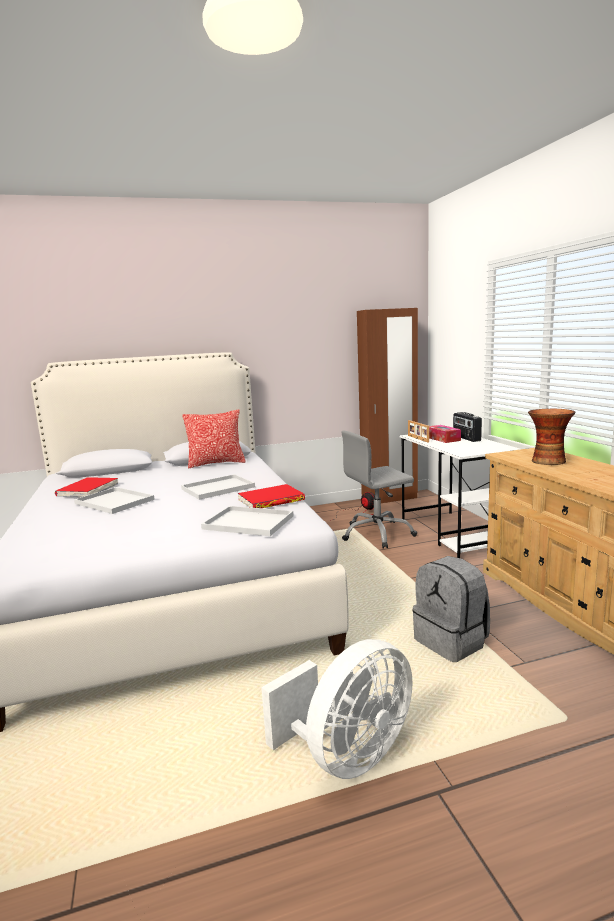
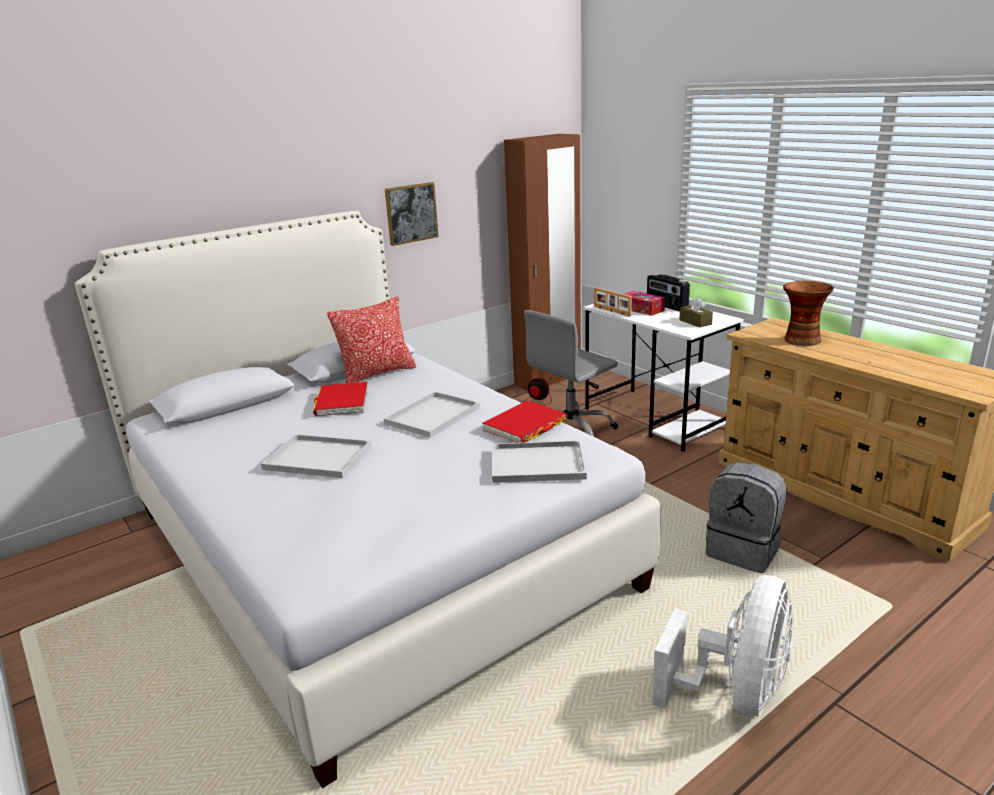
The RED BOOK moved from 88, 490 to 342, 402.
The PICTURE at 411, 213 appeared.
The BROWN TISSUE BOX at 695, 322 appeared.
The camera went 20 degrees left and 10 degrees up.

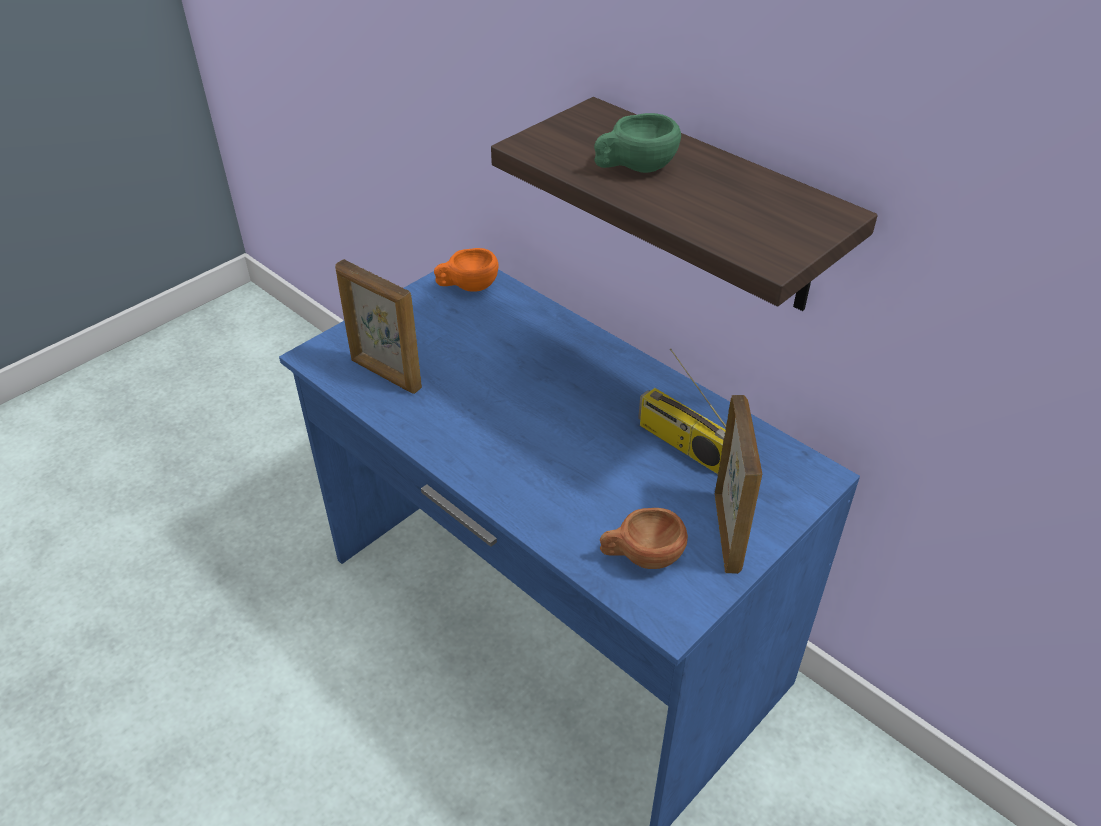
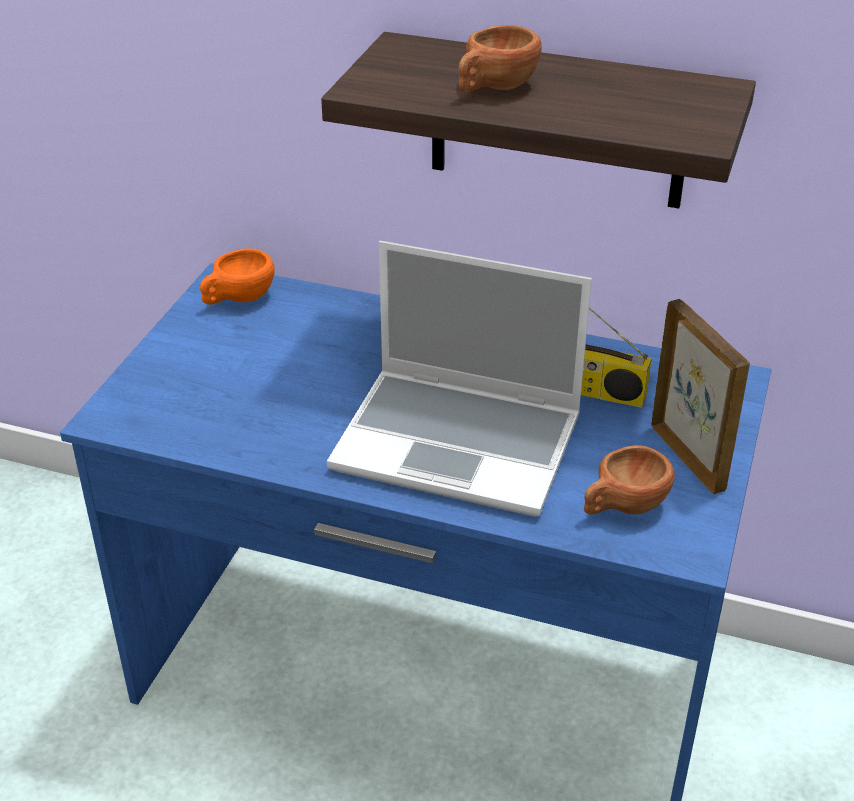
The LAPTOP at 461, 443 appeared.
The GREEN CUP at 634, 168 became the BROWN CUP at 494, 88.
The PICTURE FRAME at 385, 374 disappeared.
The camera went 25 degrees left and 5 degrees down.

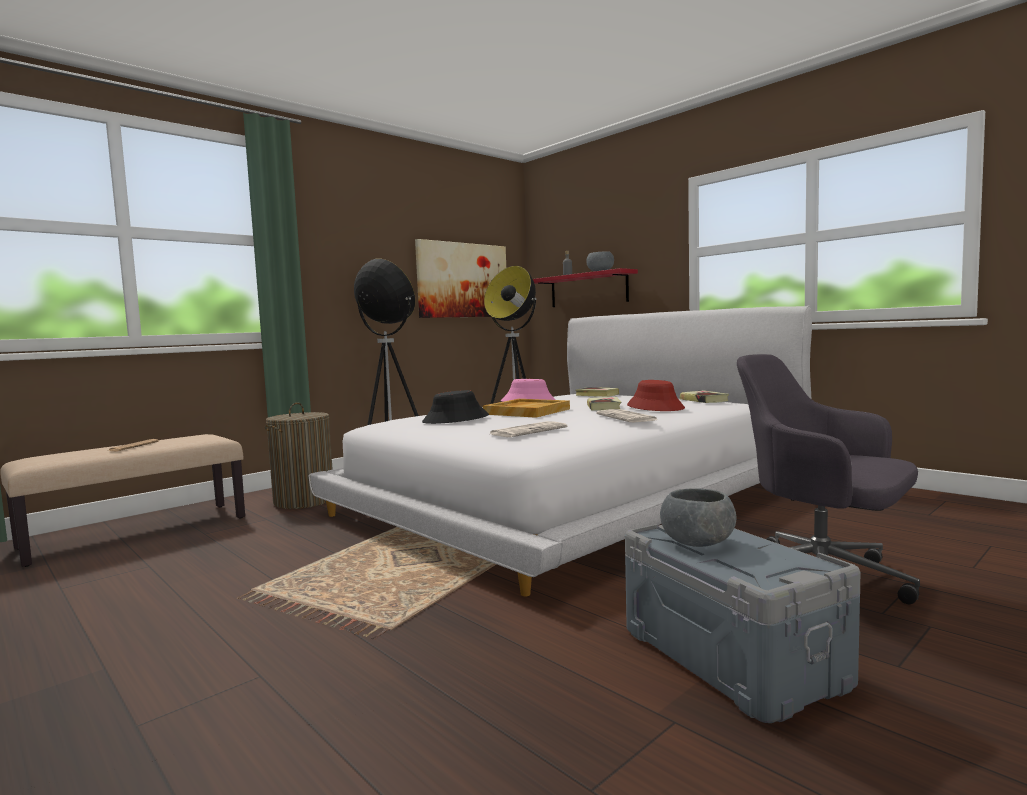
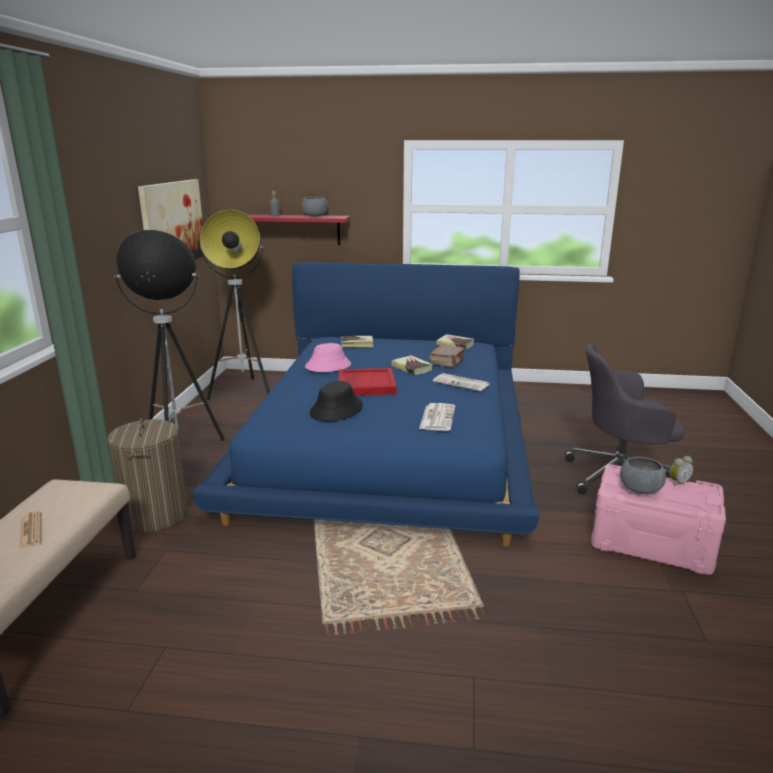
The WHITE BED at 572, 496 became the BLUE BED at 387, 442.
The BEIGE TRAY at 526, 411 became the RED TRAY at 366, 384.
The RED HAT at 655, 407 was replaced by the BROWN BOOK at 447, 362.
The GREY STORAGE BOX at 729, 657 became the PINK STORAGE BOX at 651, 544.
The ALARM CLOCK at 677, 482 appeared.
The camera went 40 degrees left and 15 degrees up.

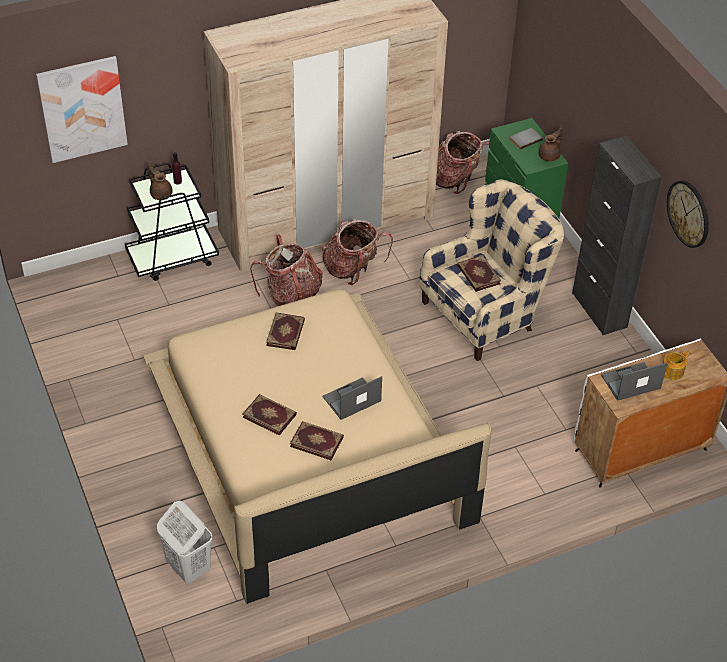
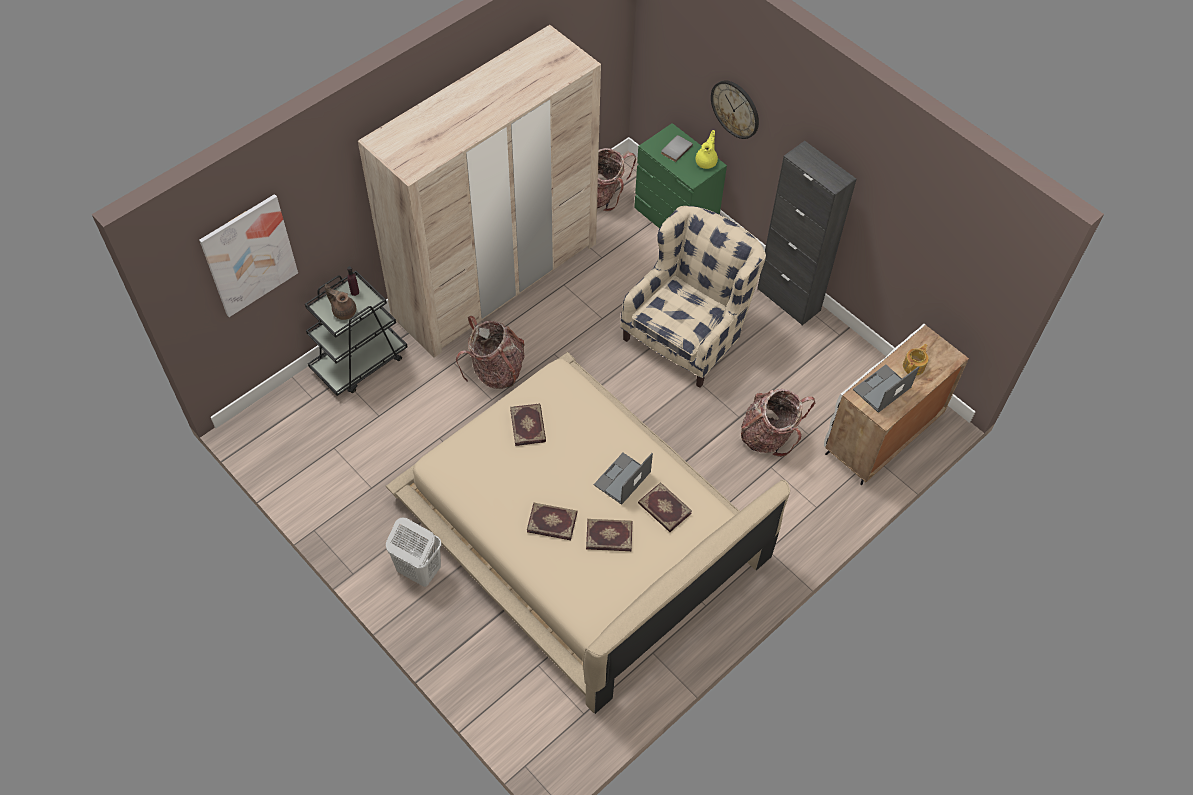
The WHITE LAUNDRY BASKET moved from 188, 567 to 418, 570.
The BOOK moved from 478, 275 to 664, 509.
The BROWN TEAPOT at 550, 156 became the YELLOW TEAPOT at 706, 161.
The WALL CLOCK moved from 688, 213 to 735, 109.
The BACKPACK moved from 353, 269 to 769, 435.
The camera went 20 degrees left and 10 degrees up.

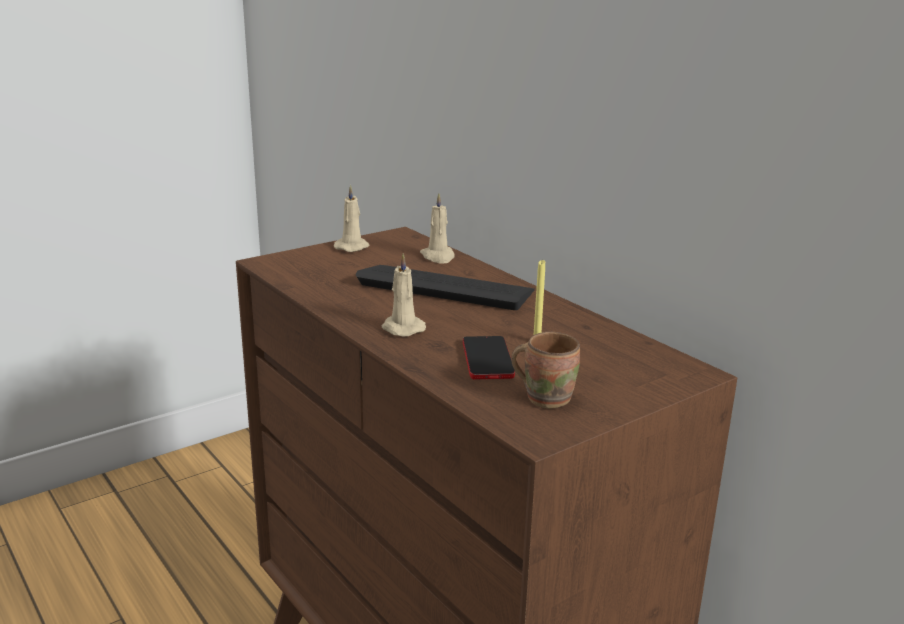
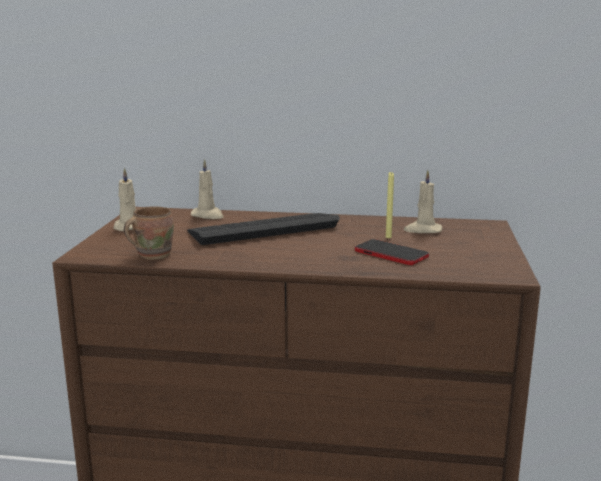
The BROWN MUG moved from 546, 397 to 151, 255.
The BEIGE CANDLE moved from 401, 328 to 422, 230.
The camera went 45 degrees left and 5 degrees down.

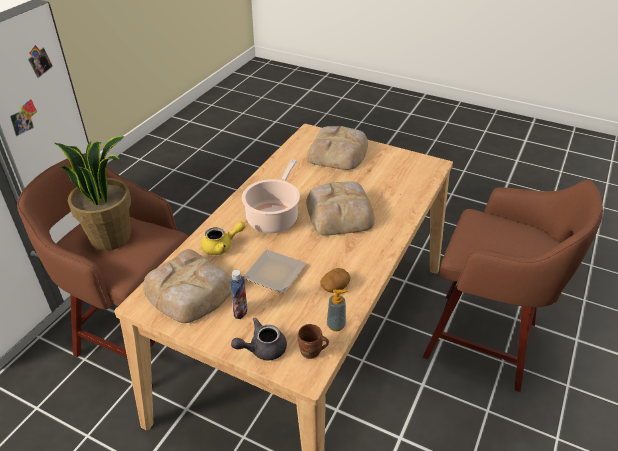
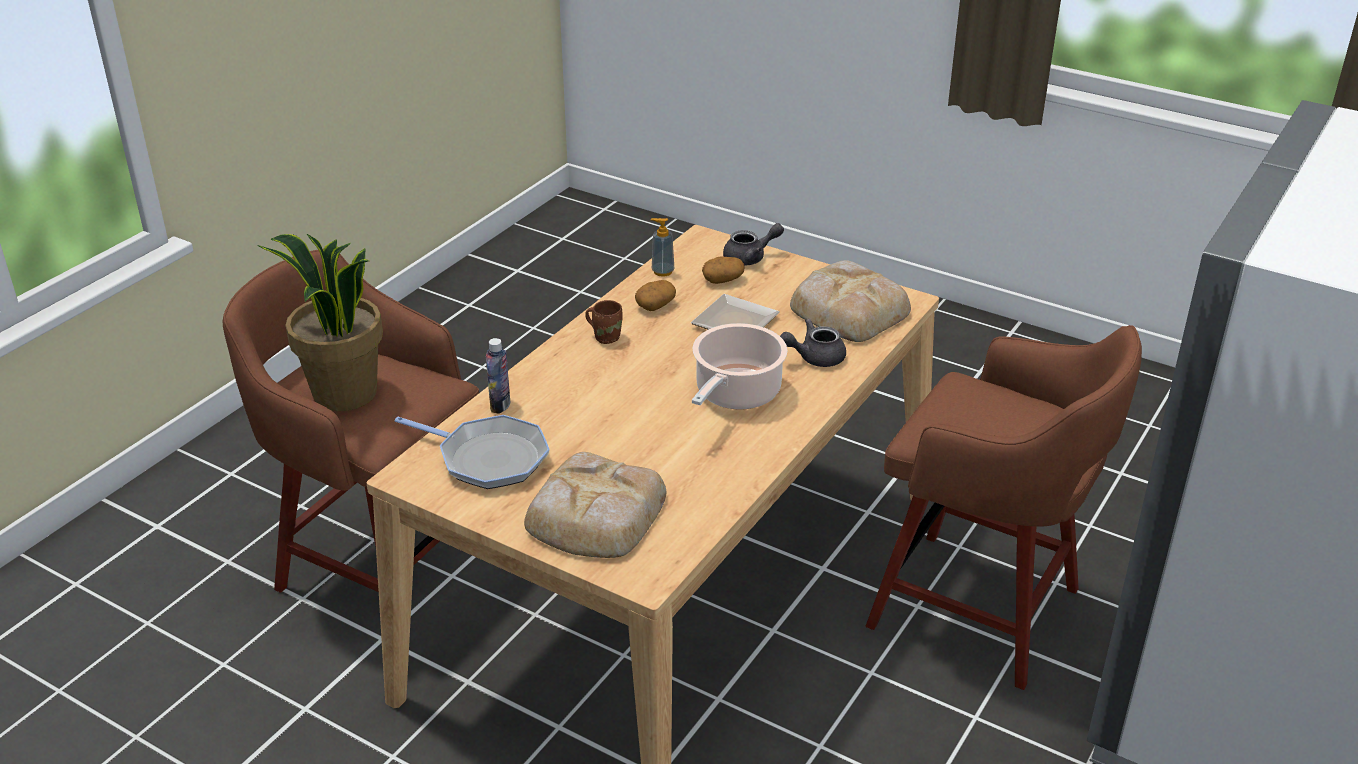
The POTTED PLANT moved from 111, 237 to 344, 394.
The FRYING PAN at 488, 458 appeared.
The BOTTLE moved from 240, 311 to 500, 405.
The BROWN MUG moved from 311, 352 to 606, 336.
The POTATO at 723, 279 appeared.
The YELLOW TEAPOT at 222, 246 became the GREY TEAPOT at 814, 357.
The BREAD at 340, 212 disappeared.
The camera went 175 degrees left and 5 degrees down.

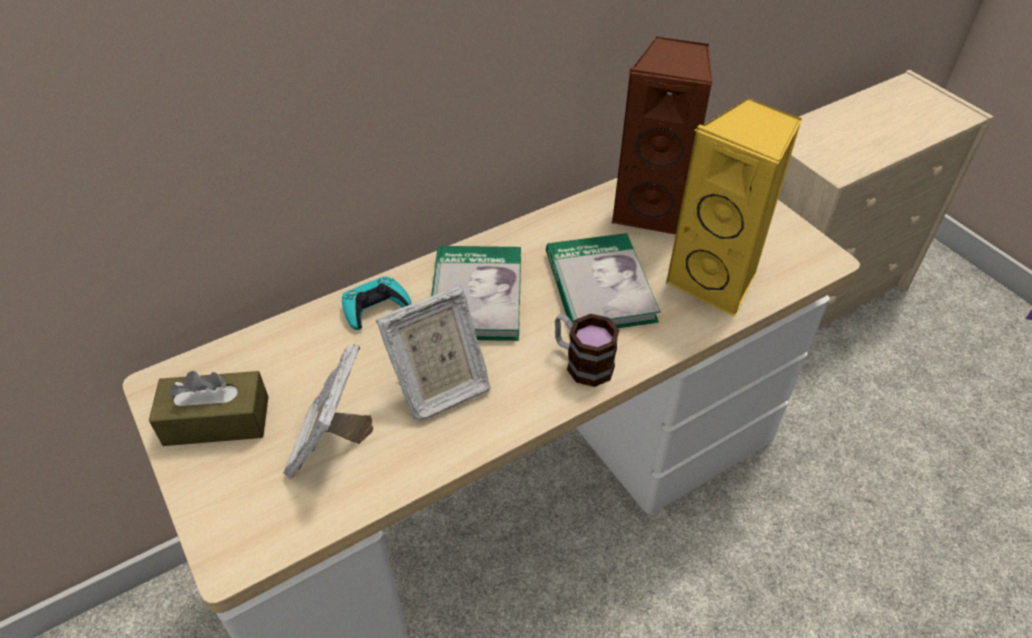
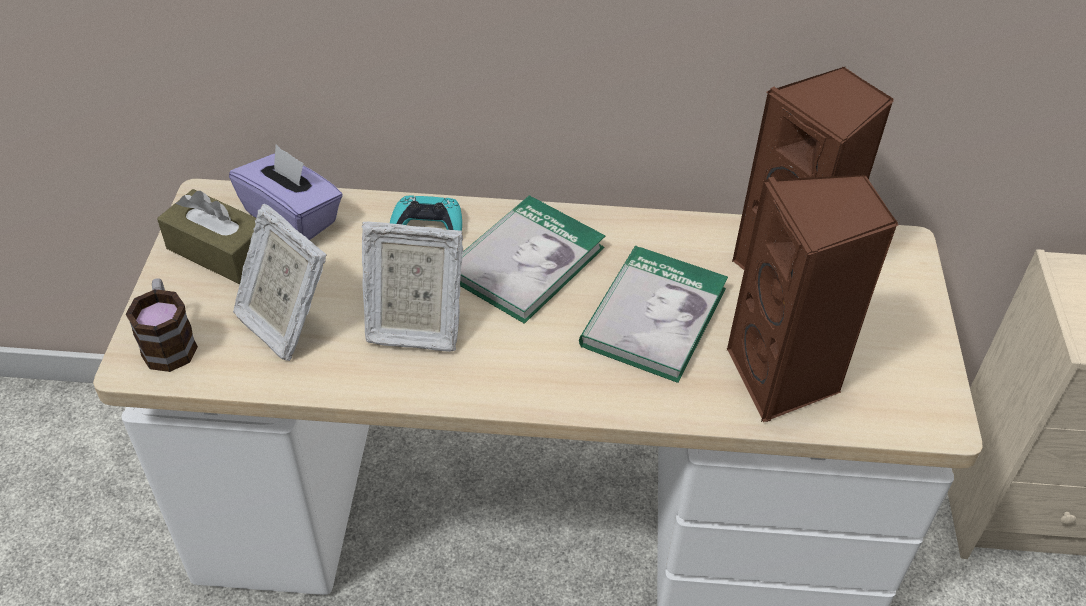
The MUG moved from 582, 362 to 169, 341.
The PURPLE TISSUE BOX at 292, 217 appeared.
The PICTURE FRAME at 331, 445 turned 90 degrees counterclockwise.
The YELLOW SPEAKER at 717, 282 became the BROWN SPEAKER at 784, 378.
The camera went 35 degrees right and 0 degrees up.

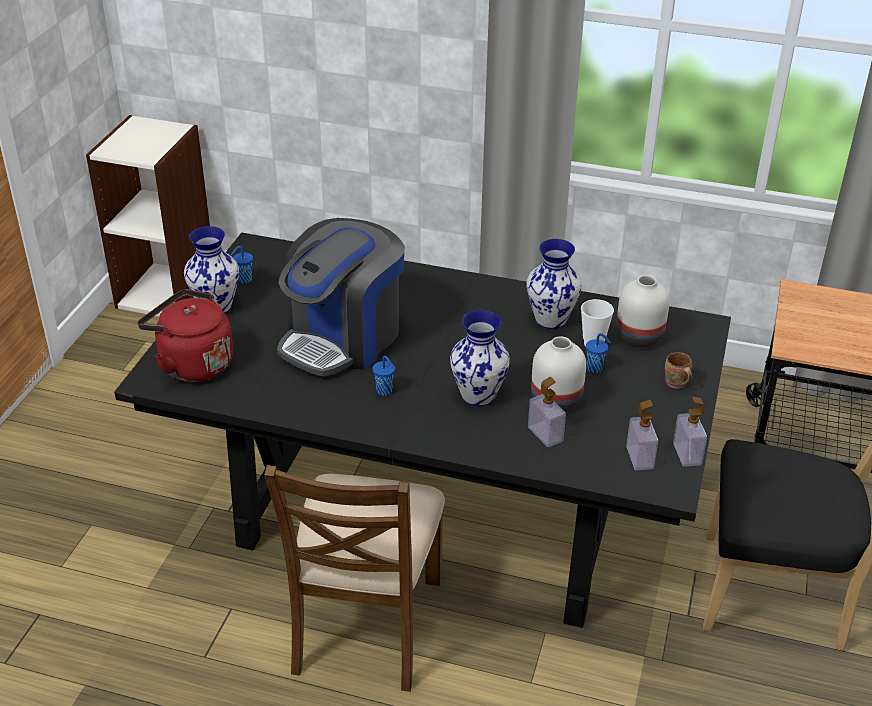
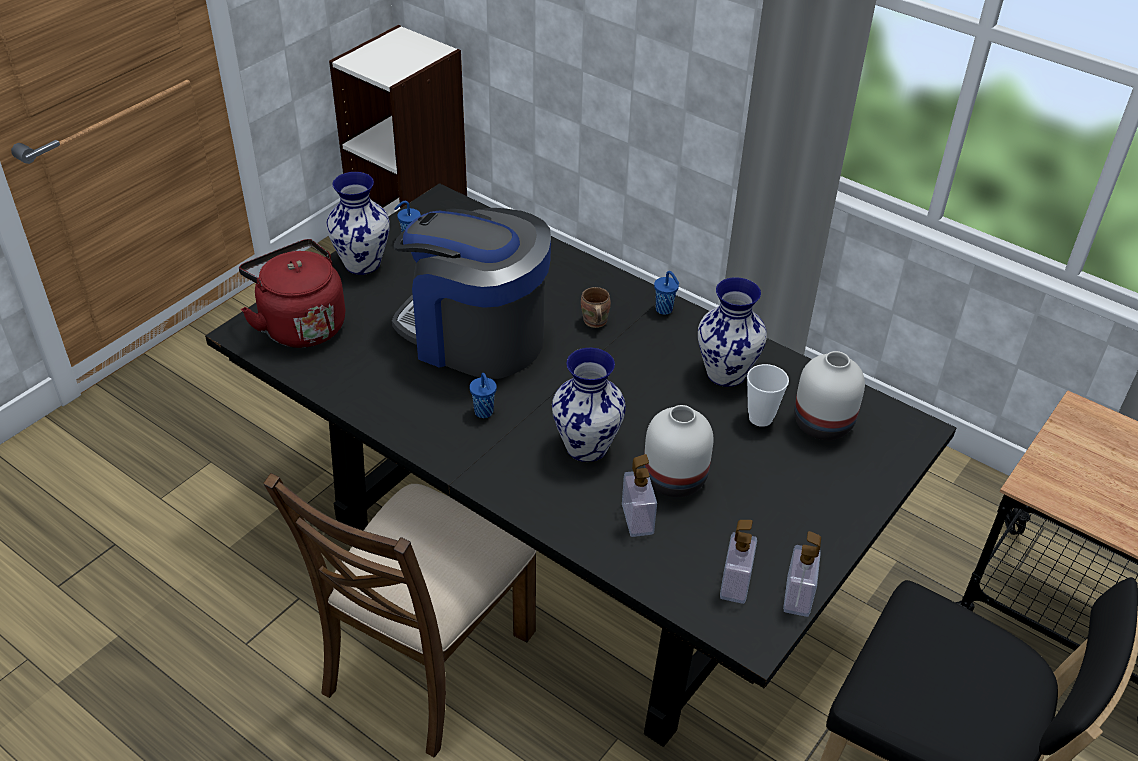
The COFFEE MACHINE at 342, 338 turned 60 degrees clockwise.
The BROWN MUG moved from 675, 384 to 594, 322.
The BLUE CUP moved from 595, 369 to 665, 310.
The camera went 20 degrees right and 5 degrees up.

